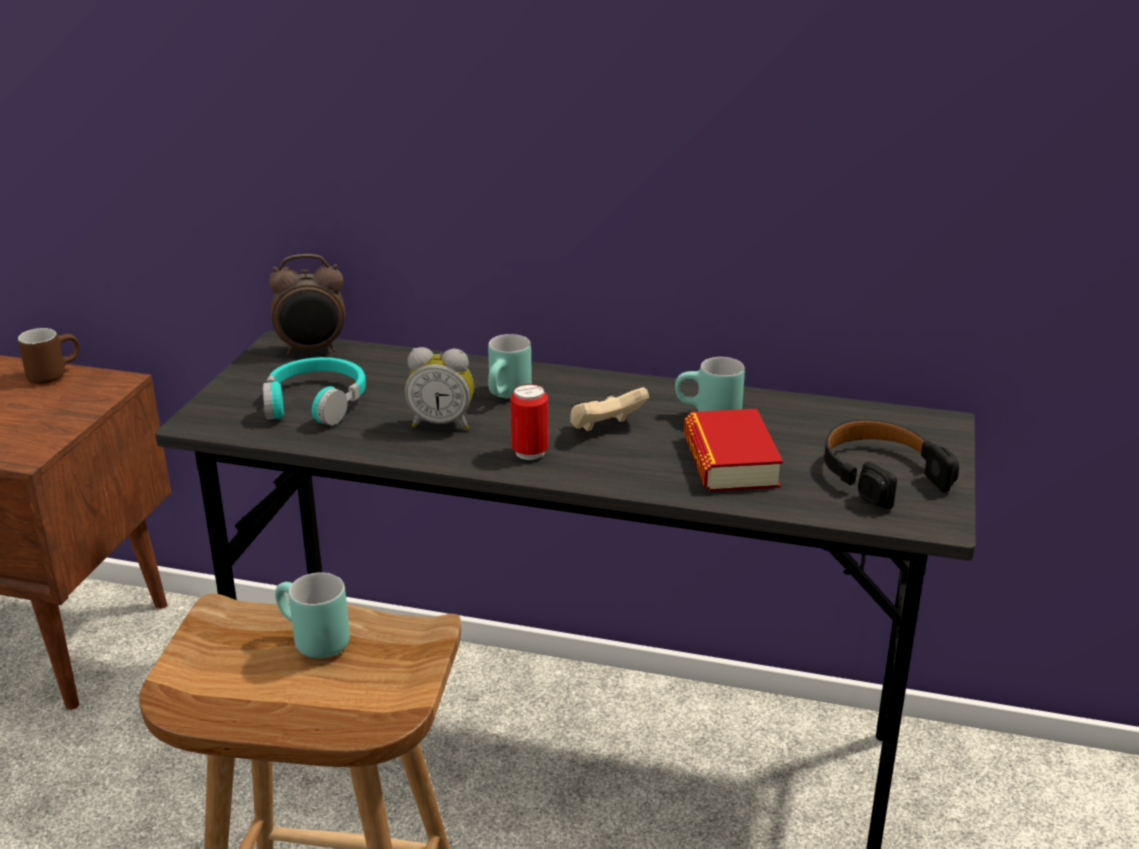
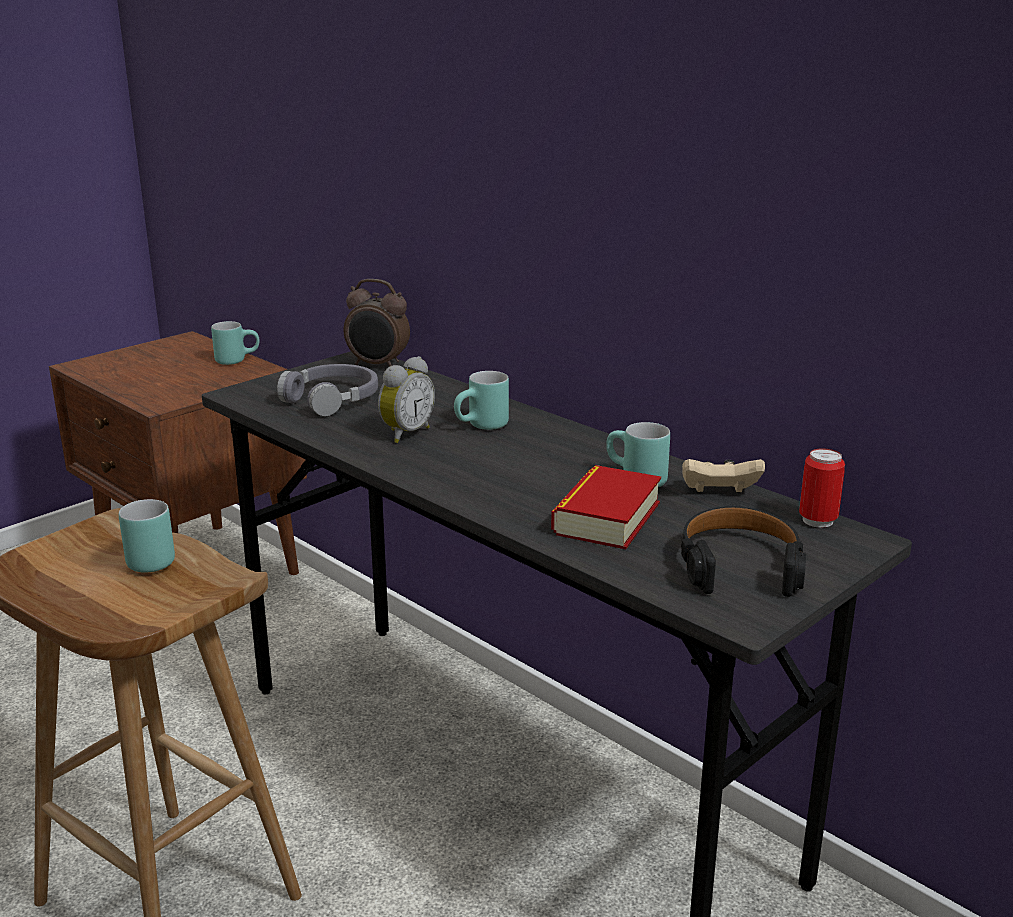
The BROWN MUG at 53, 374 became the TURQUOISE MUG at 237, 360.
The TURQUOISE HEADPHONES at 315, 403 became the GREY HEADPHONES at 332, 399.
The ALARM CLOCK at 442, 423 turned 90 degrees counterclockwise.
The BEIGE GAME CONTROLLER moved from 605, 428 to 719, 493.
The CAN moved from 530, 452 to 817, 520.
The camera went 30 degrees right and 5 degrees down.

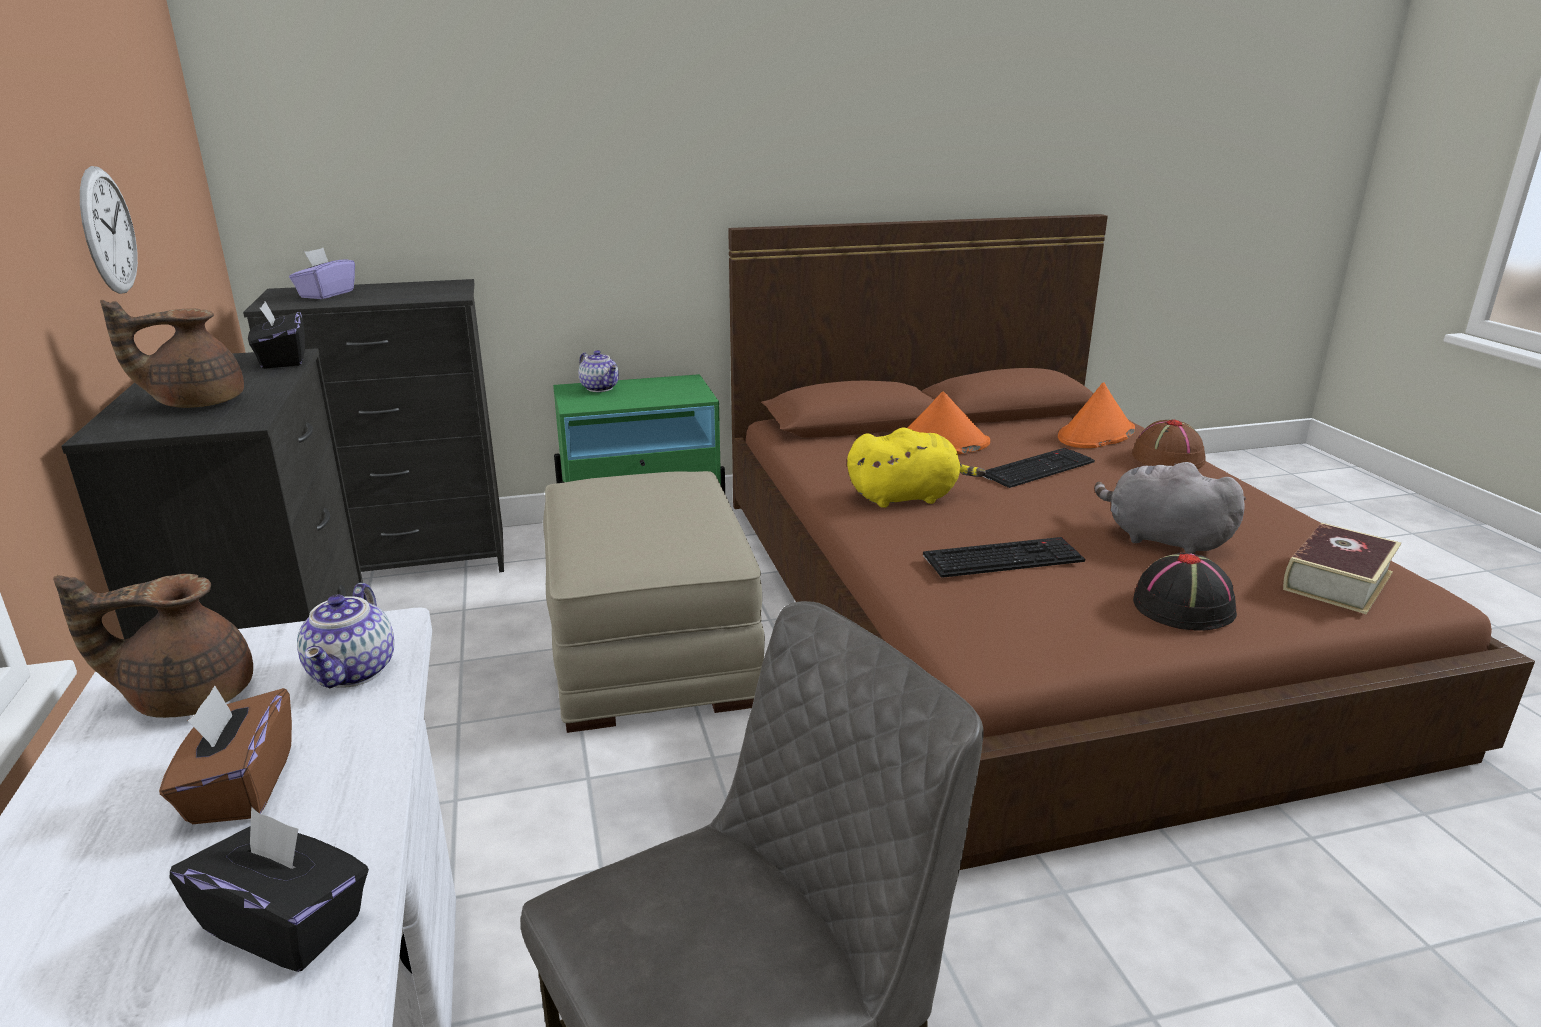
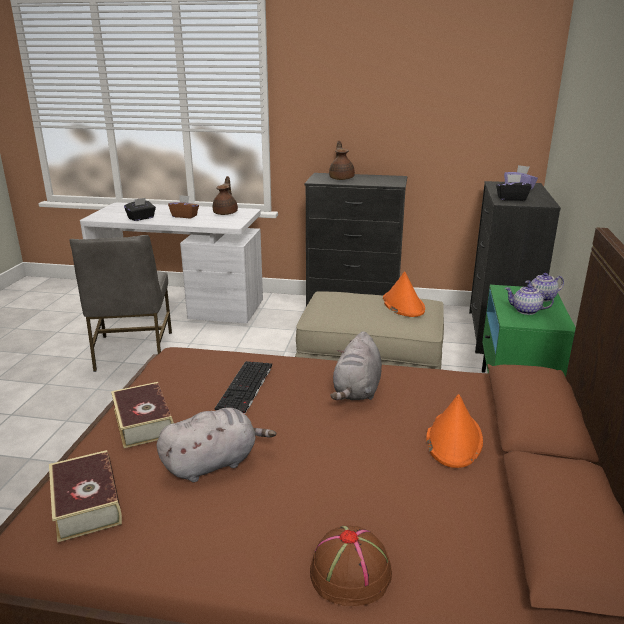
The BLACK HAT at 1183, 607 was replaced by the BOOK at 143, 422.
The YELLOW PLUSH TOY at 907, 497 became the GREY PLUSH TOY at 357, 390.
The ORANGE HAT moved from 1095, 435 to 403, 305.
The BLACK TISSUE BOX moved from 282, 360 to 511, 198.
The TEAPOT moved from 354, 672 to 525, 311.
The WALL CLOCK at 108, 231 disappeared.
The KEYBOARD at 1037, 467 disappeared.
The camera went 115 degrees right and 0 degrees up.

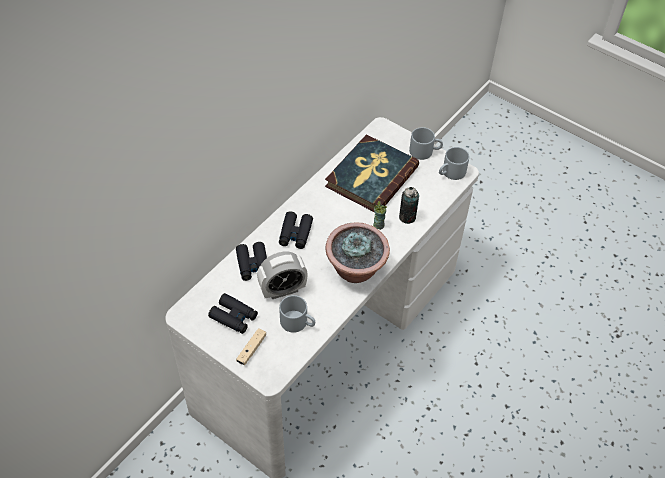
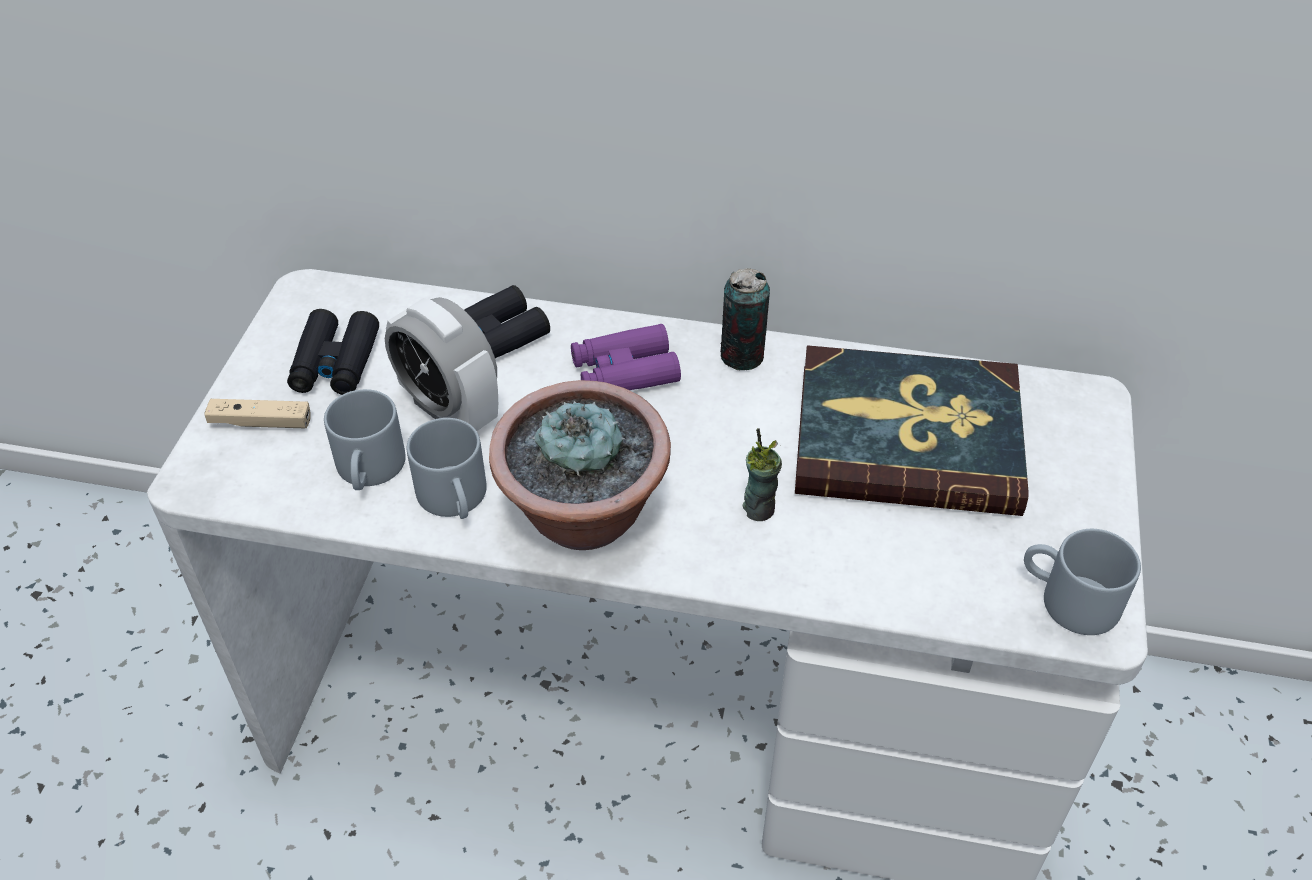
The GREY MUG moved from 425, 151 to 456, 499.
The BLACK BINOCULARS at 295, 234 became the PURPLE BINOCULARS at 624, 372.
The CAN moved from 407, 217 to 742, 356.
The camera went 65 degrees right and 5 degrees down.

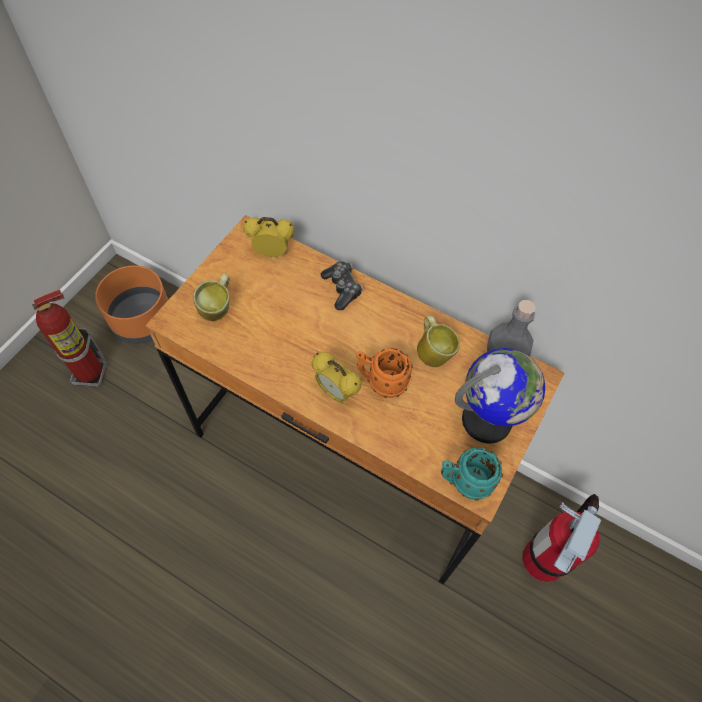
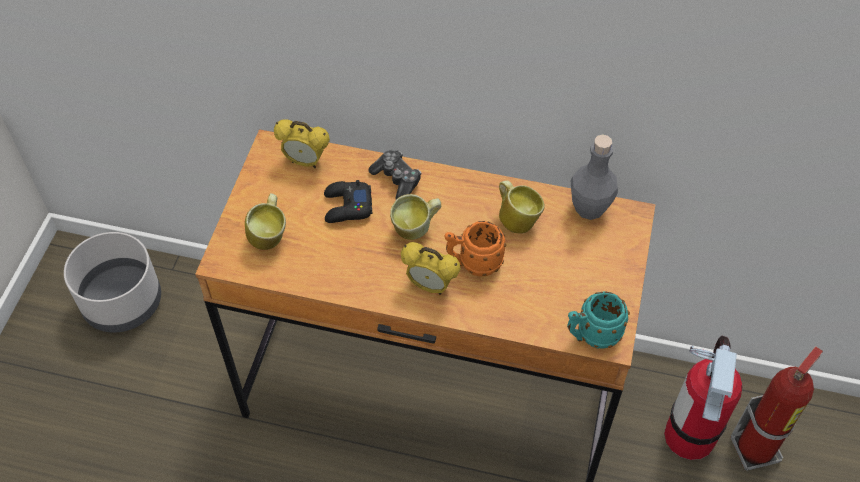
The ORANGE PLANTER at 143, 320 became the GREY PLANTER at 123, 301.
The ALARM CLOCK at 271, 252 turned 150 degrees counterclockwise.
The BLACK GAME CONTROLLER at 347, 207 appeared.
The MUG at 416, 230 appeared.
The FIRE EXTINGUISHER moved from 91, 373 to 755, 449.
The GLOBE at 487, 420 disappeared.
The camera went 15 degrees left and 5 degrees down.

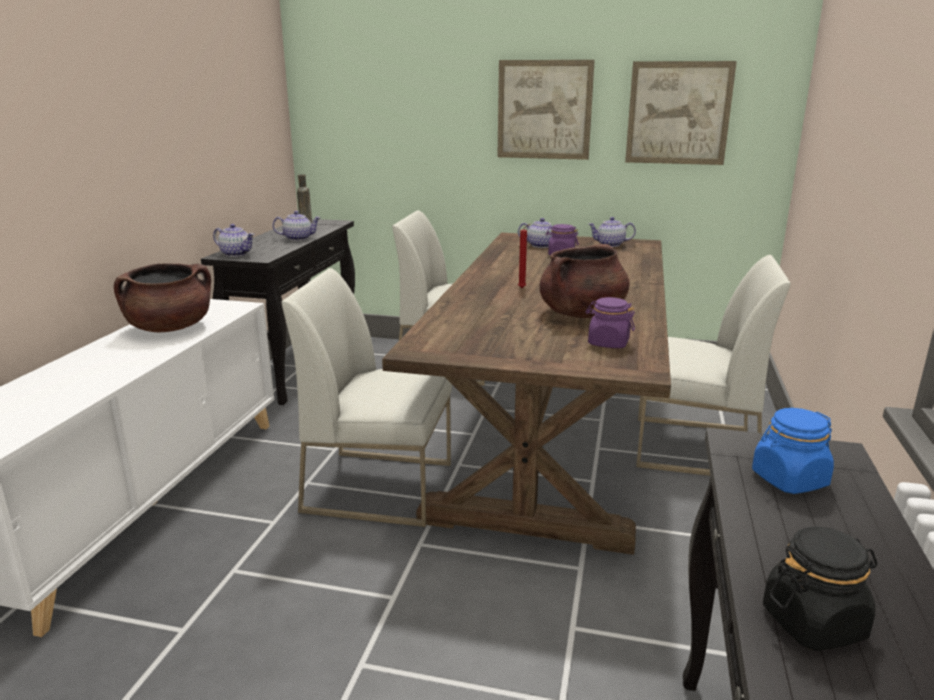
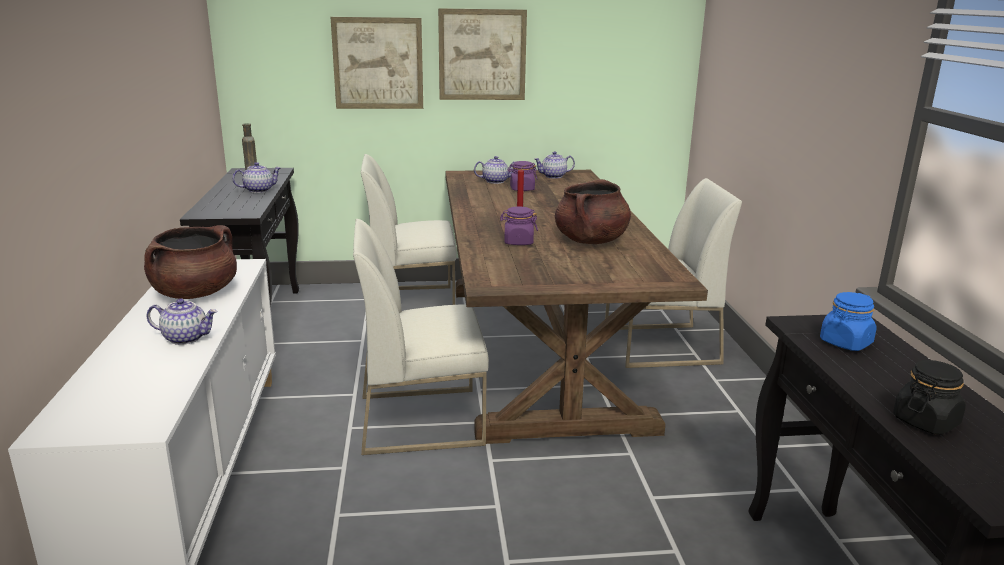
The TEAPOT moved from 236, 254 to 186, 338.
The PICTURE moved from 678, 113 to 378, 63.
The PURPLE JAR moved from 608, 343 to 518, 242.
The camera went 20 degrees left and 0 degrees up.

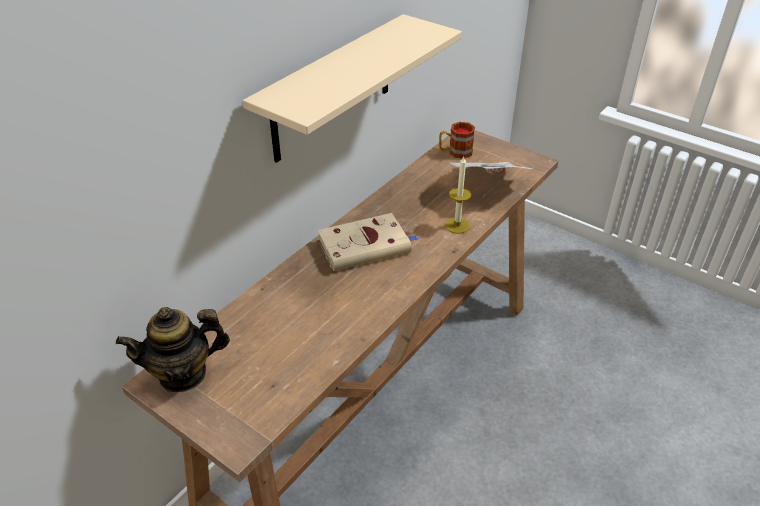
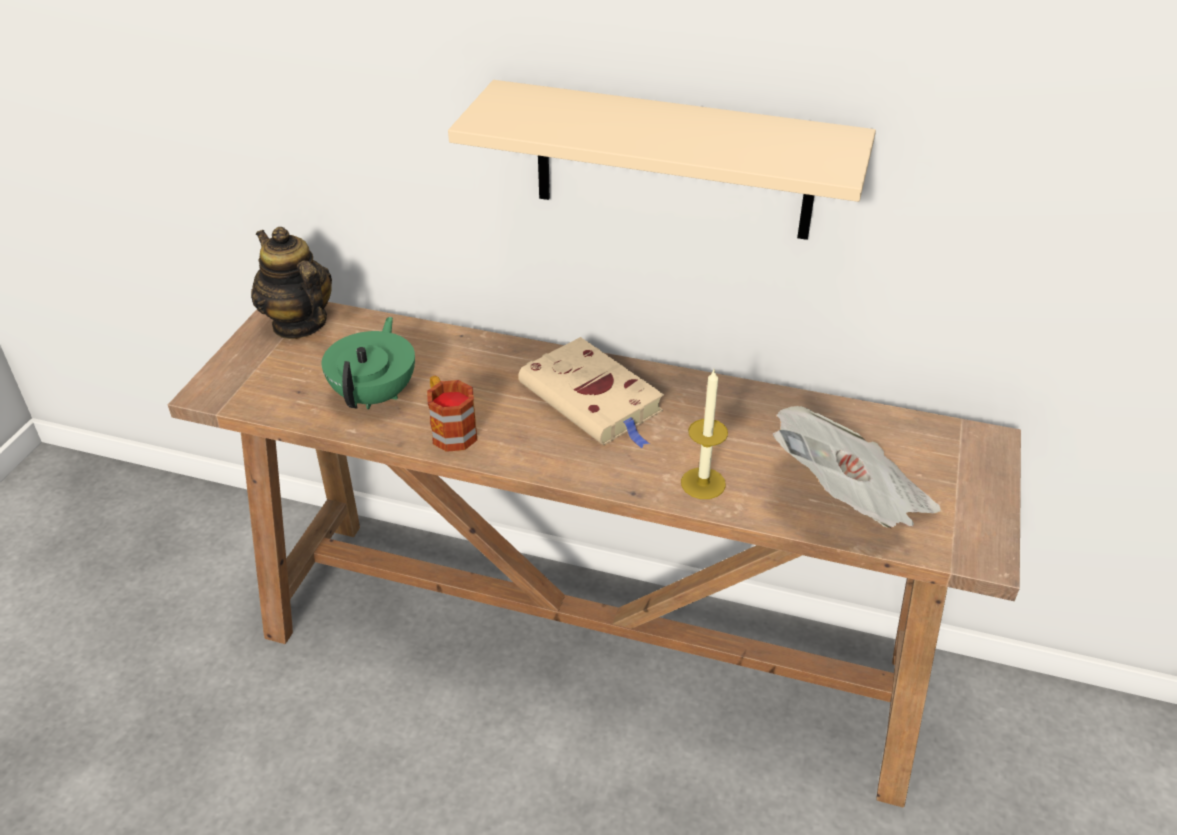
The GREEN TEAPOT at 376, 394 appeared.
The MUG moved from 455, 152 to 450, 429.
The camera went 70 degrees right and 0 degrees up.

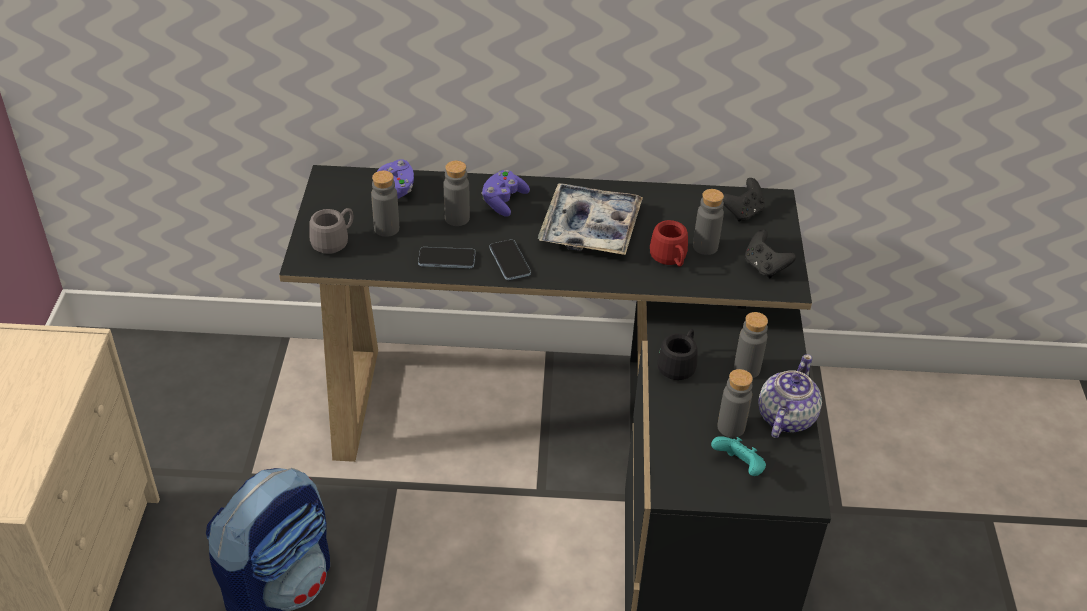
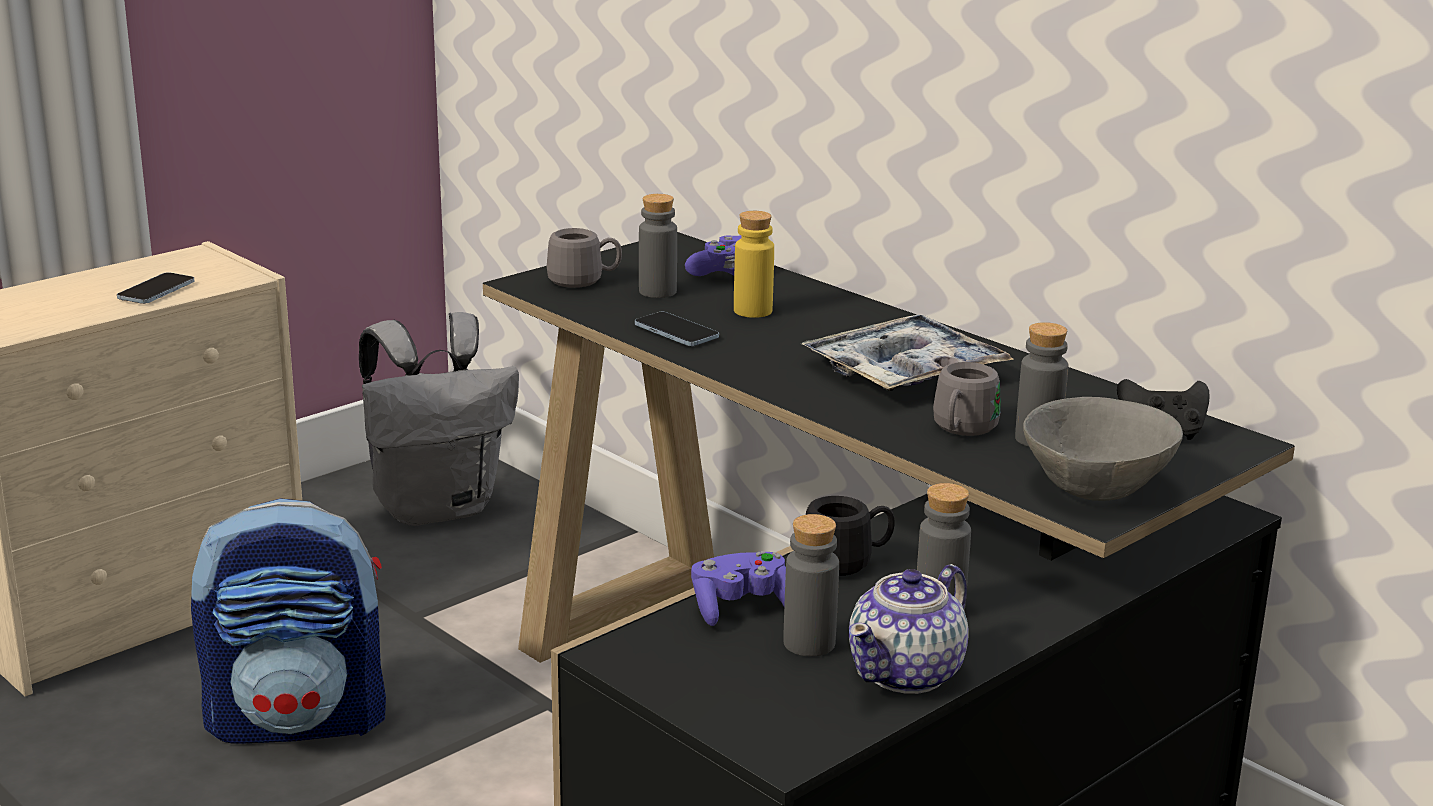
The PHONE moved from 510, 261 to 156, 291.
The GREY BACKPACK at 437, 507 appeared.
The PURPLE GAME CONTROLLER moved from 503, 201 to 742, 608.
The GREY BOTTLE at 457, 218 became the YELLOW BOTTLE at 753, 311.
The TEAPOT at 785, 417 turned 150 degrees clockwise.
The RED MUG at 670, 260 became the GREY MUG at 961, 430.
The BLACK GAME CONTROLLER at 765, 267 was replaced by the GREY BOWL at 1094, 486.
The TURQUOISE GAME CONTROLLER at 739, 467 disappeared.
The camera went 45 degrees right and 20 degrees down.

